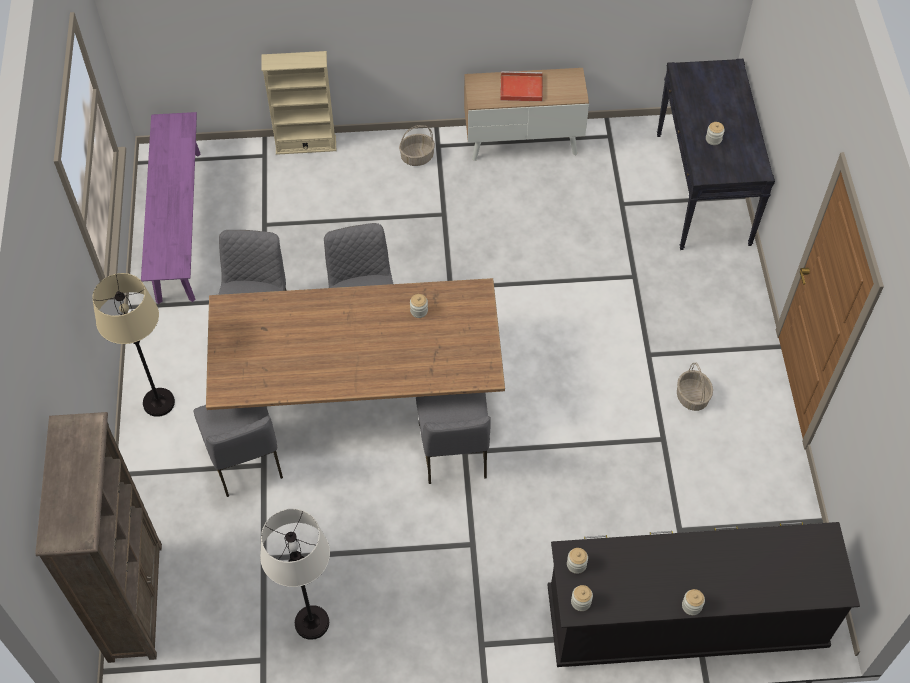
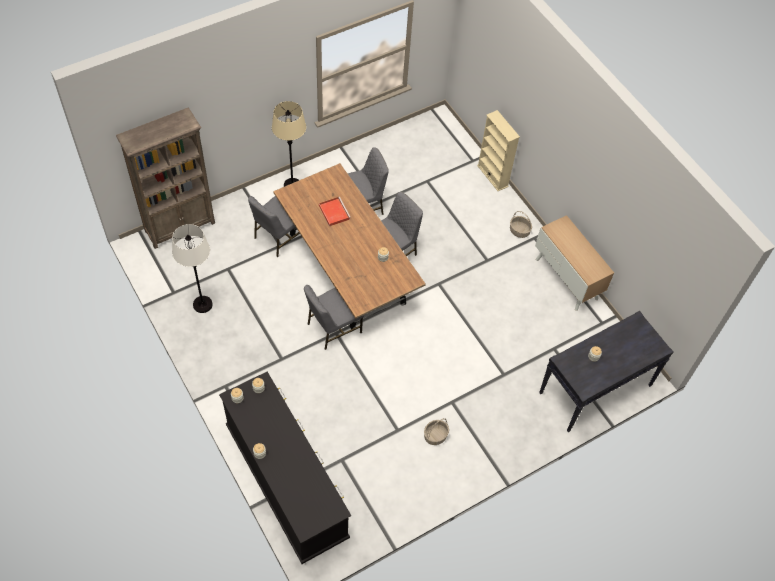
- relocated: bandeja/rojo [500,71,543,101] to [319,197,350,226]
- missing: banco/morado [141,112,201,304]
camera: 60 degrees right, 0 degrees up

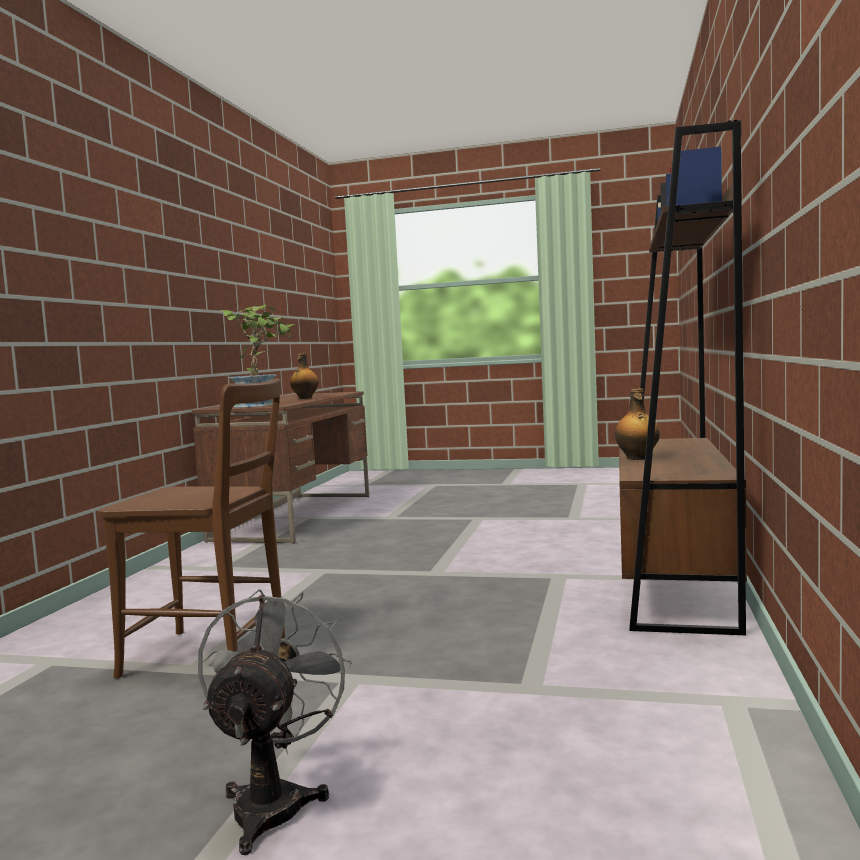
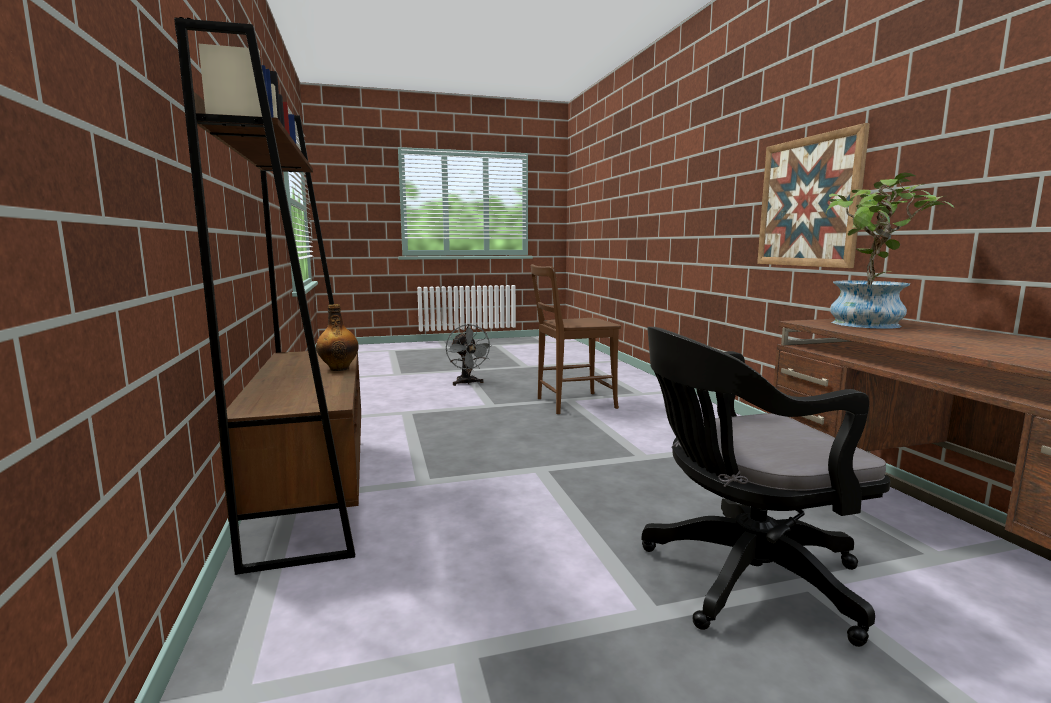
- missing: botella [290,353,319,399]
- appeared: cuadro [757,123,870,268]
- appeared: silla de oficina/negro [642,327,891,647]
camera: 150 degrees right, 5 degrees up

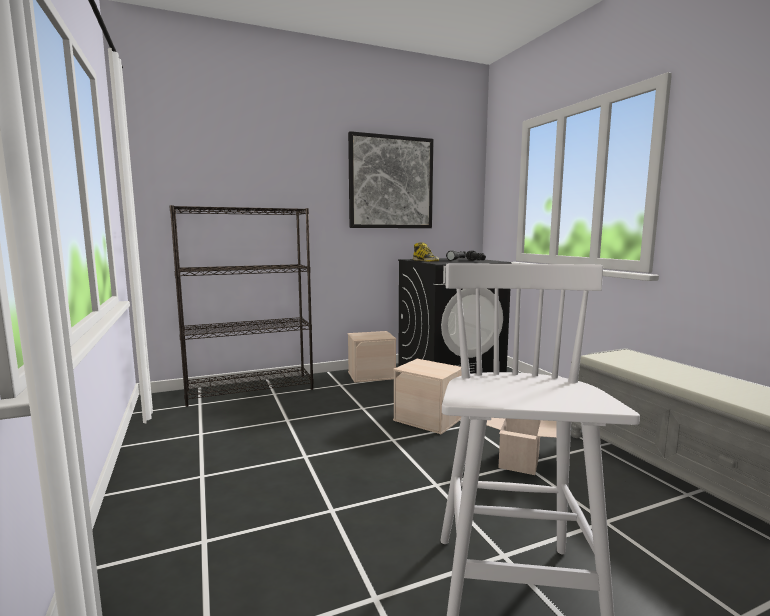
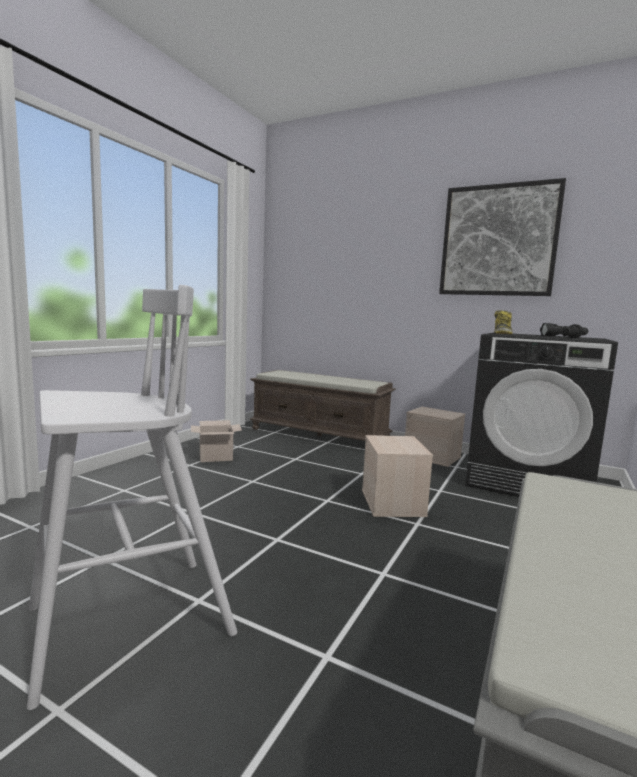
- exchanged: estantería/negro [170,205,314,407] to banco/marrón [250,370,396,441]
- relocated: caja de cartón [486,418,557,475] to [191,420,242,462]
camera: 50 degrees right, 0 degrees up

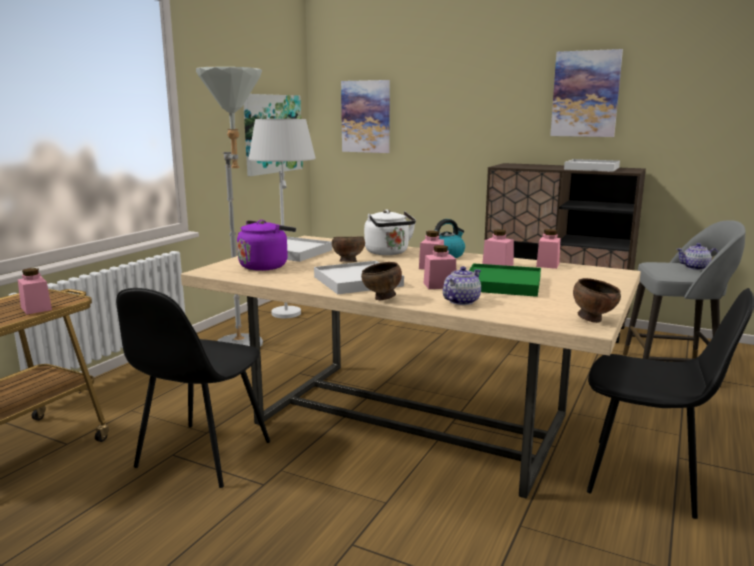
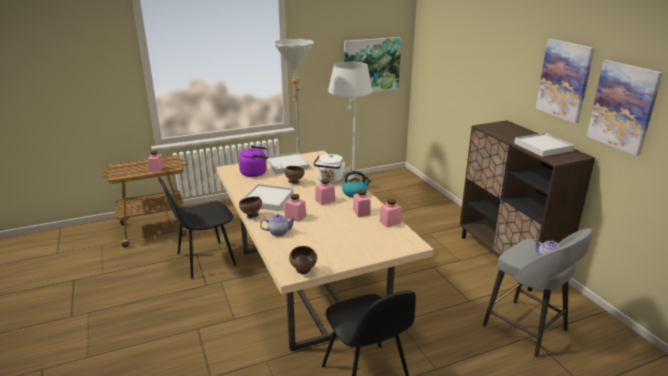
- relocated: cuadro [341,80,390,153] to [587,60,663,156]
- missing: bandeja/verde [469,263,541,297]
camera: 40 degrees right, 10 degrees up

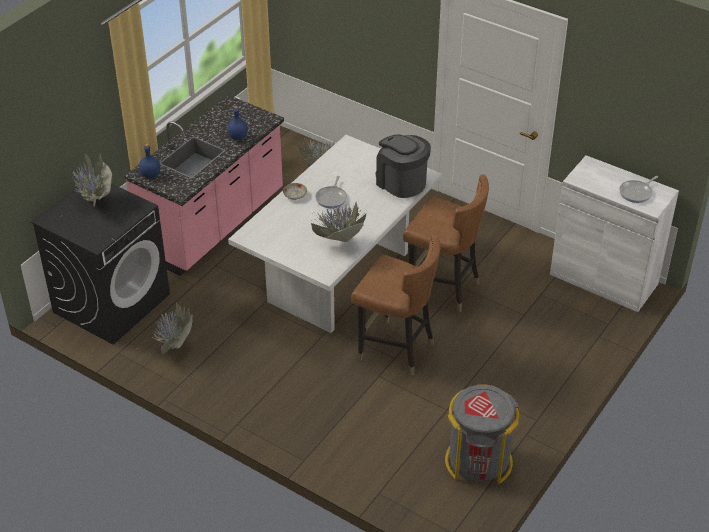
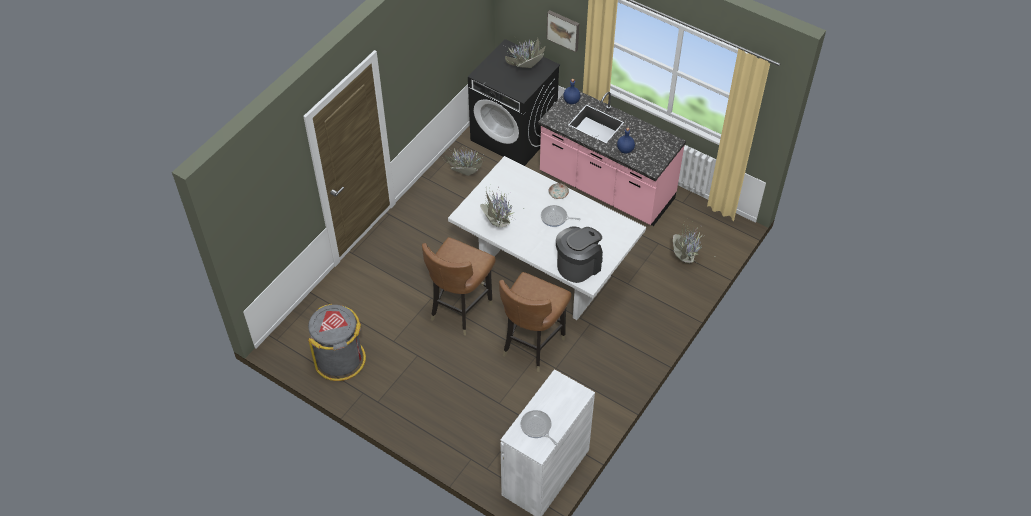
- appeared: cuadro [546,10,579,52]
camera: 90 degrees right, 10 degrees up

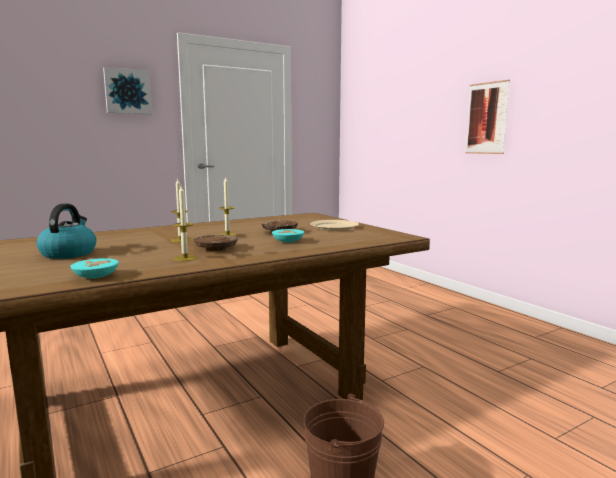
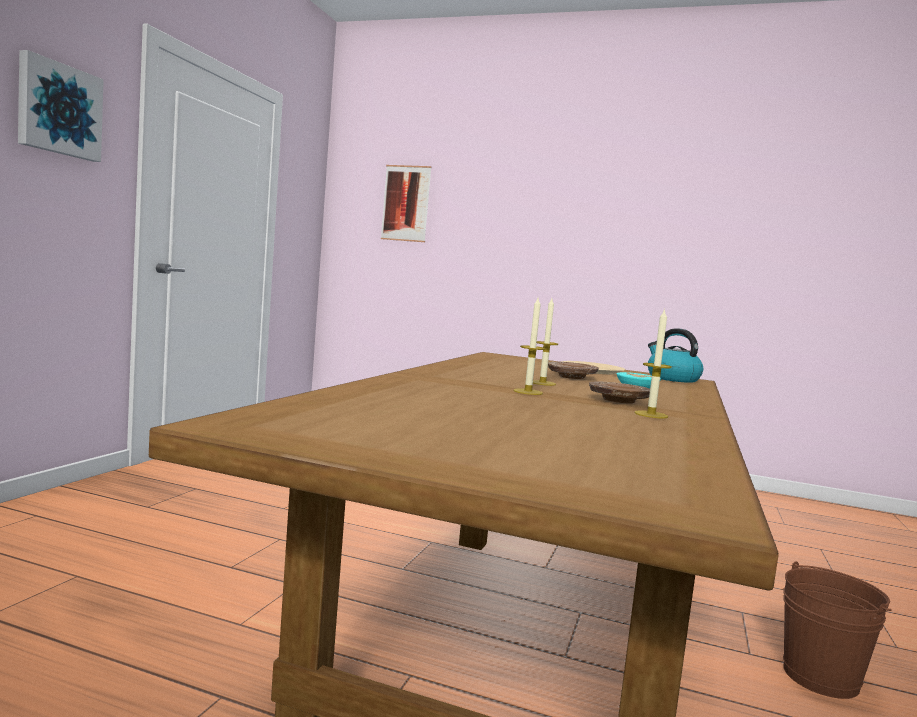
- relocated: cuadro [465,80,510,154] to [381,165,432,242]
- relocated: hervidor [37,204,97,259] to [648,328,703,383]
- missing: cuenco/turquesa [70,258,119,279]
camera: 40 degrees left, 5 degrees down

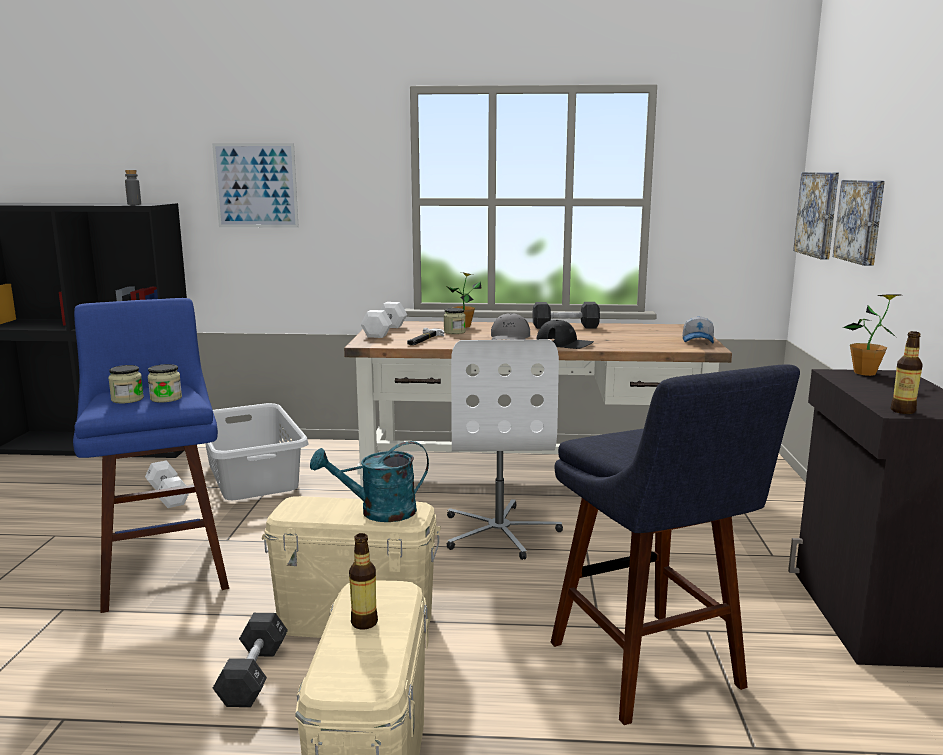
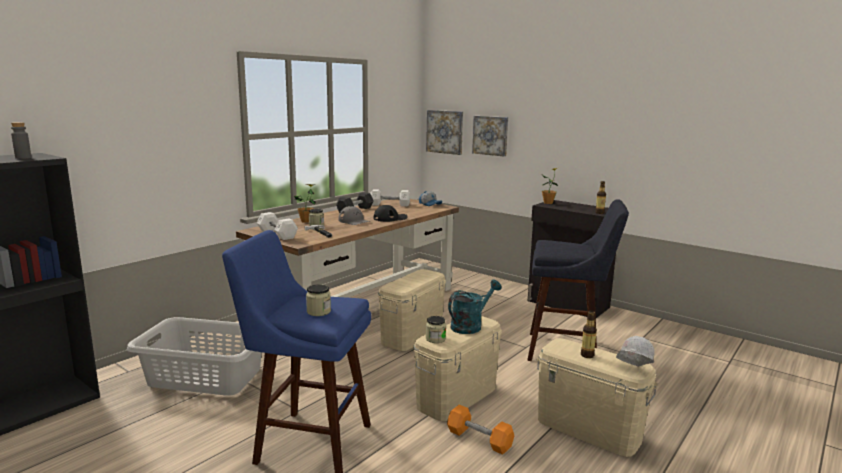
- missing: cuadro [212,143,299,228]
- exchanged: silla de oficina/blanco [447,340,563,560] to caja de almacenaje/beis [378,269,446,351]
- relocated: tarro [148,364,182,403] to [426,316,446,343]
- spun: regadera/turquesa [310,441,429,522] = [448,280,501,334] 150 degrees counterclockwise
- relocated: mancuerna/blanco [145,460,189,508] to [370,189,410,206]
- colour: mancuerna/negro [213,613,288,707] to mancuerna/naranja [447,405,514,455]
- appeared: casco/blanco [616,336,655,367]
camera: 55 degrees left, 0 degrees up

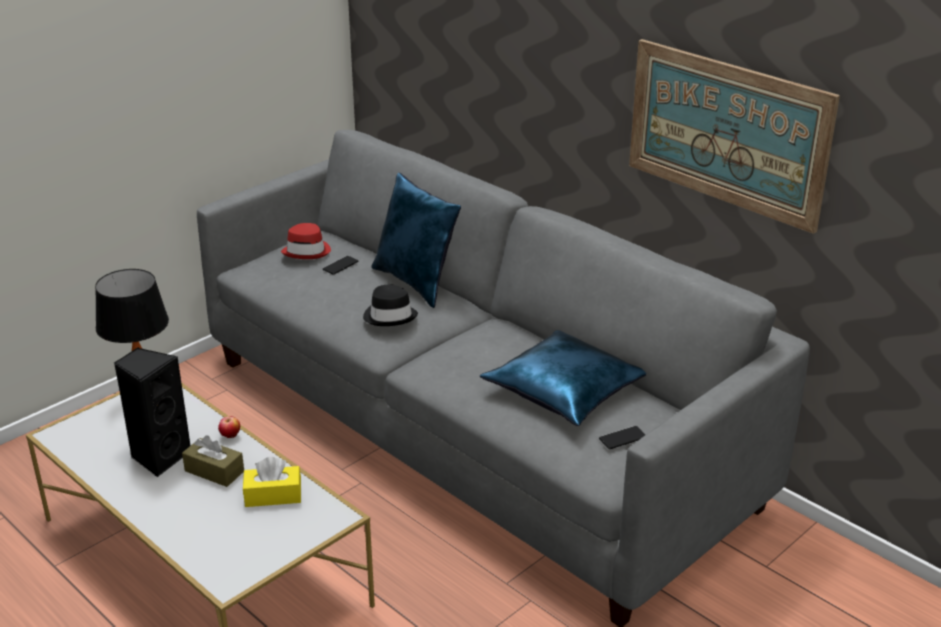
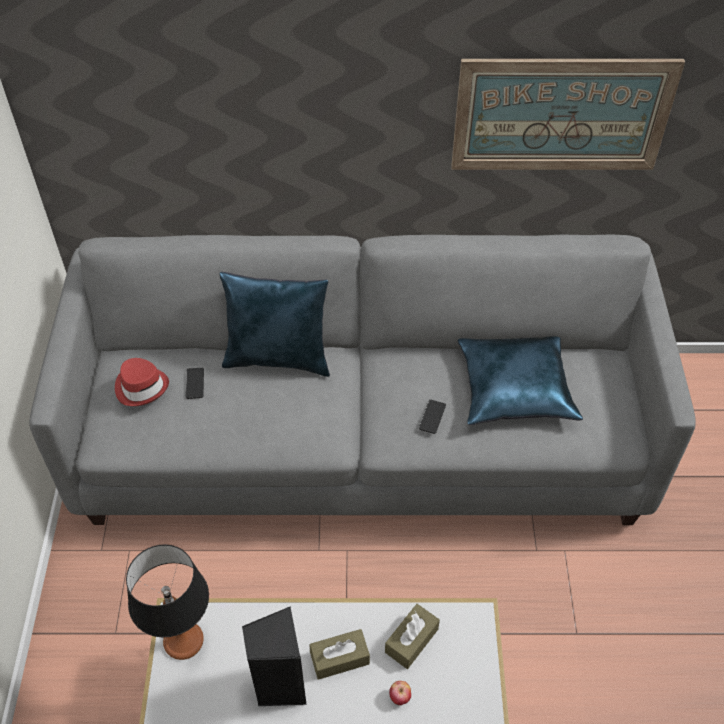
- missing: sombrero/negro [363,284,418,326]
- relocated: manzana [218,416,240,438] to [389,681,411,705]
- relocated: móvil [599,426,645,449] to [419,400,446,434]
- colour: caja de pañuelos/amarillo [243,457,301,507] to caja de pañuelos/marrón [385,604,440,669]
camera: 45 degrees left, 20 degrees up

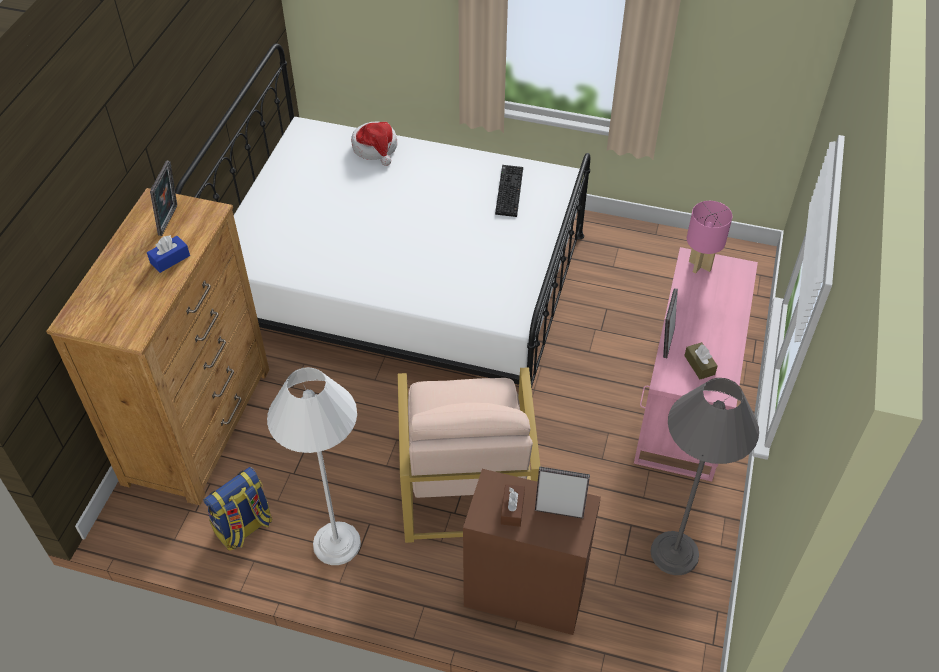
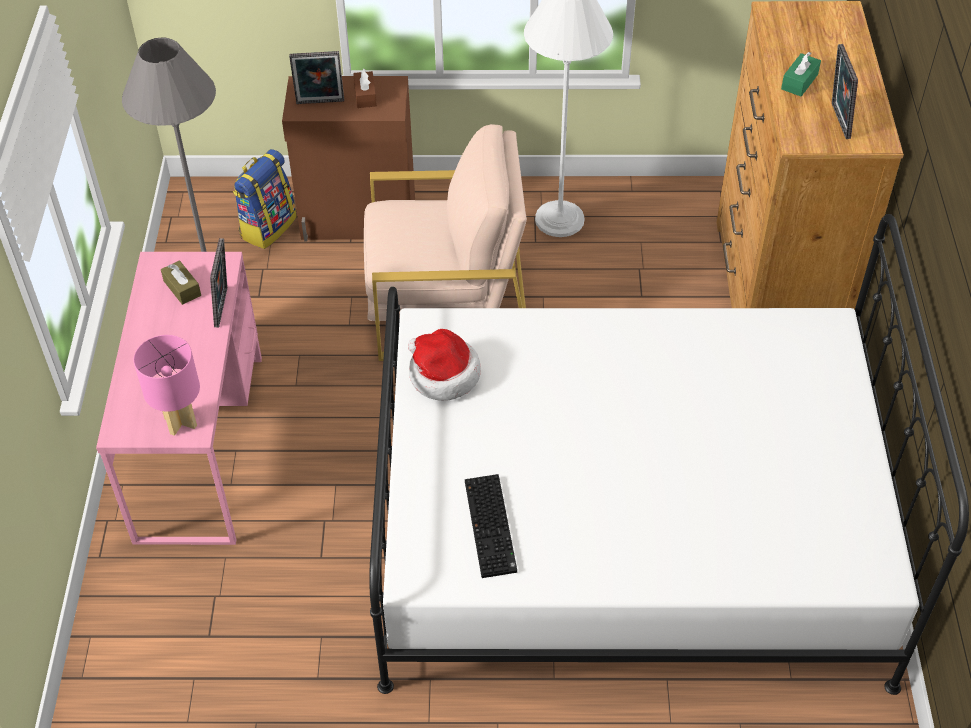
- relocated: sombrero [351,122,397,166] to [408,329,481,401]
- colour: caja de pañuelos/azul [147,235,190,273] to caja de pañuelos/verde [781,52,821,96]
- spun: sillón/beis [398,367,540,543] = [364,124,527,361] 105 degrees clockwise
- relocated: mochila [203,467,273,551] to [233,149,297,249]
camera: 165 degrees right, 0 degrees up

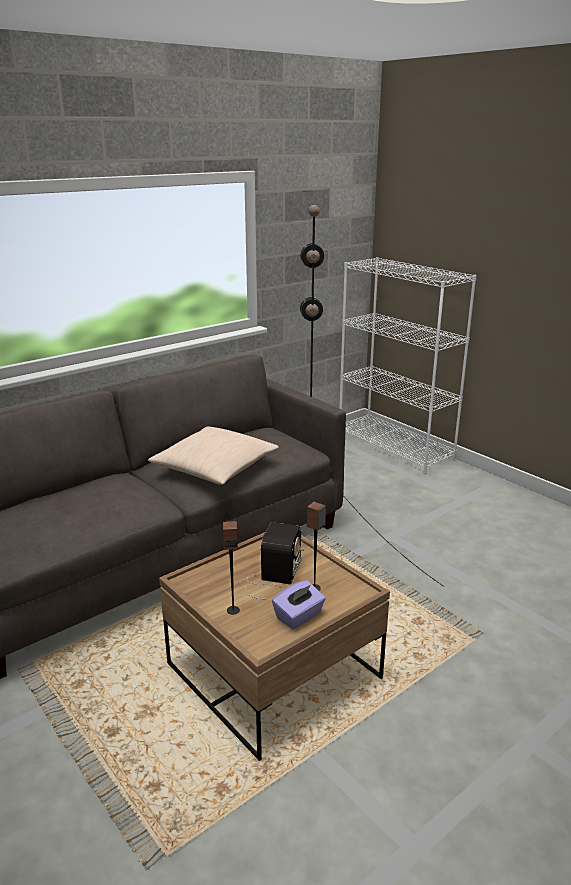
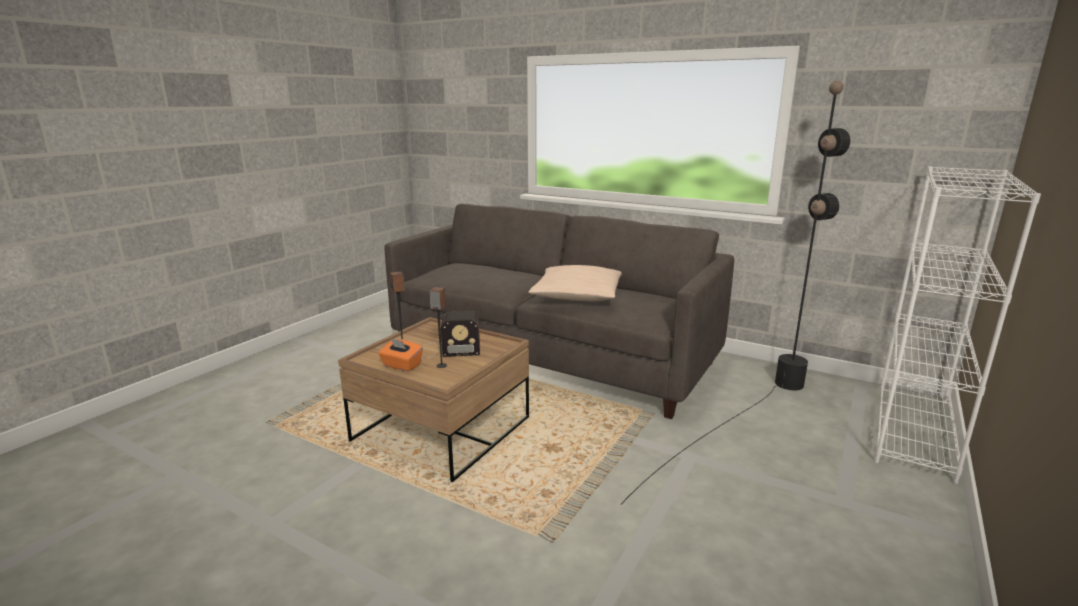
- colour: caja de pañuelos/morado [272,580,326,629] to caja de pañuelos/naranja [378,338,423,372]
camera: 70 degrees right, 5 degrees down

